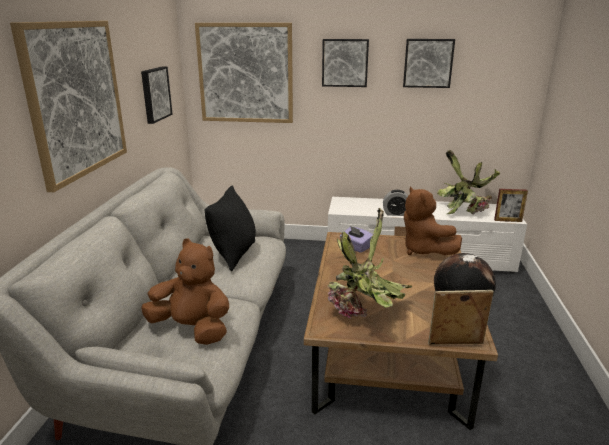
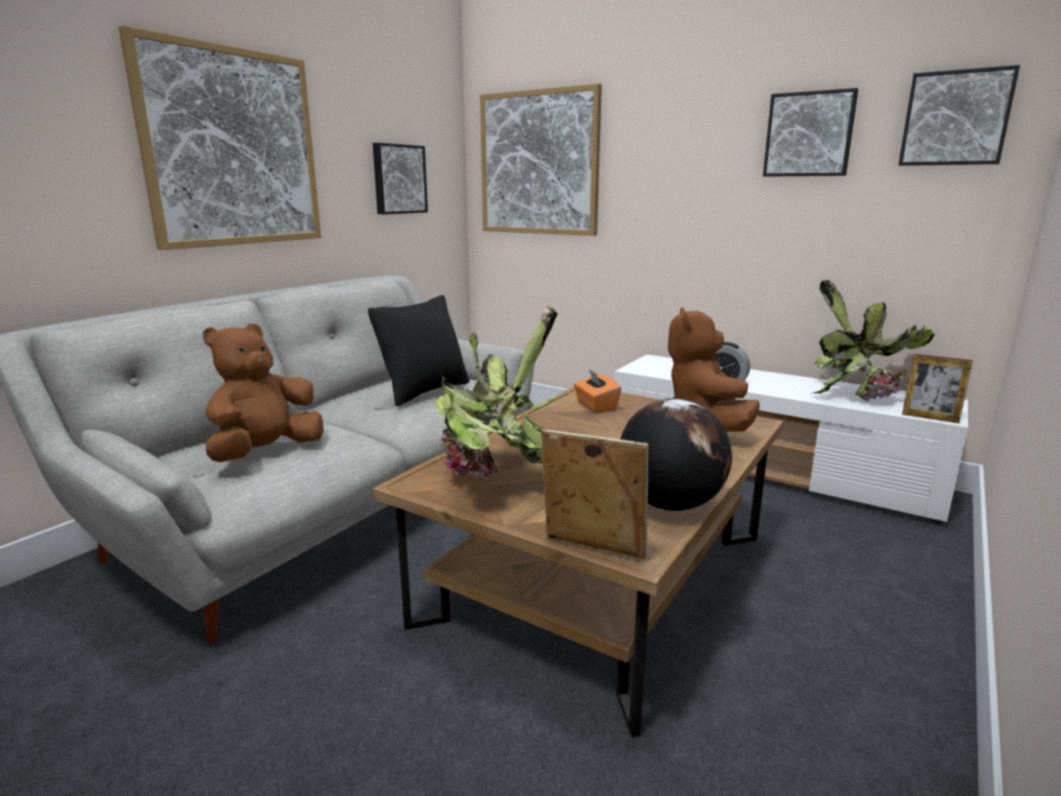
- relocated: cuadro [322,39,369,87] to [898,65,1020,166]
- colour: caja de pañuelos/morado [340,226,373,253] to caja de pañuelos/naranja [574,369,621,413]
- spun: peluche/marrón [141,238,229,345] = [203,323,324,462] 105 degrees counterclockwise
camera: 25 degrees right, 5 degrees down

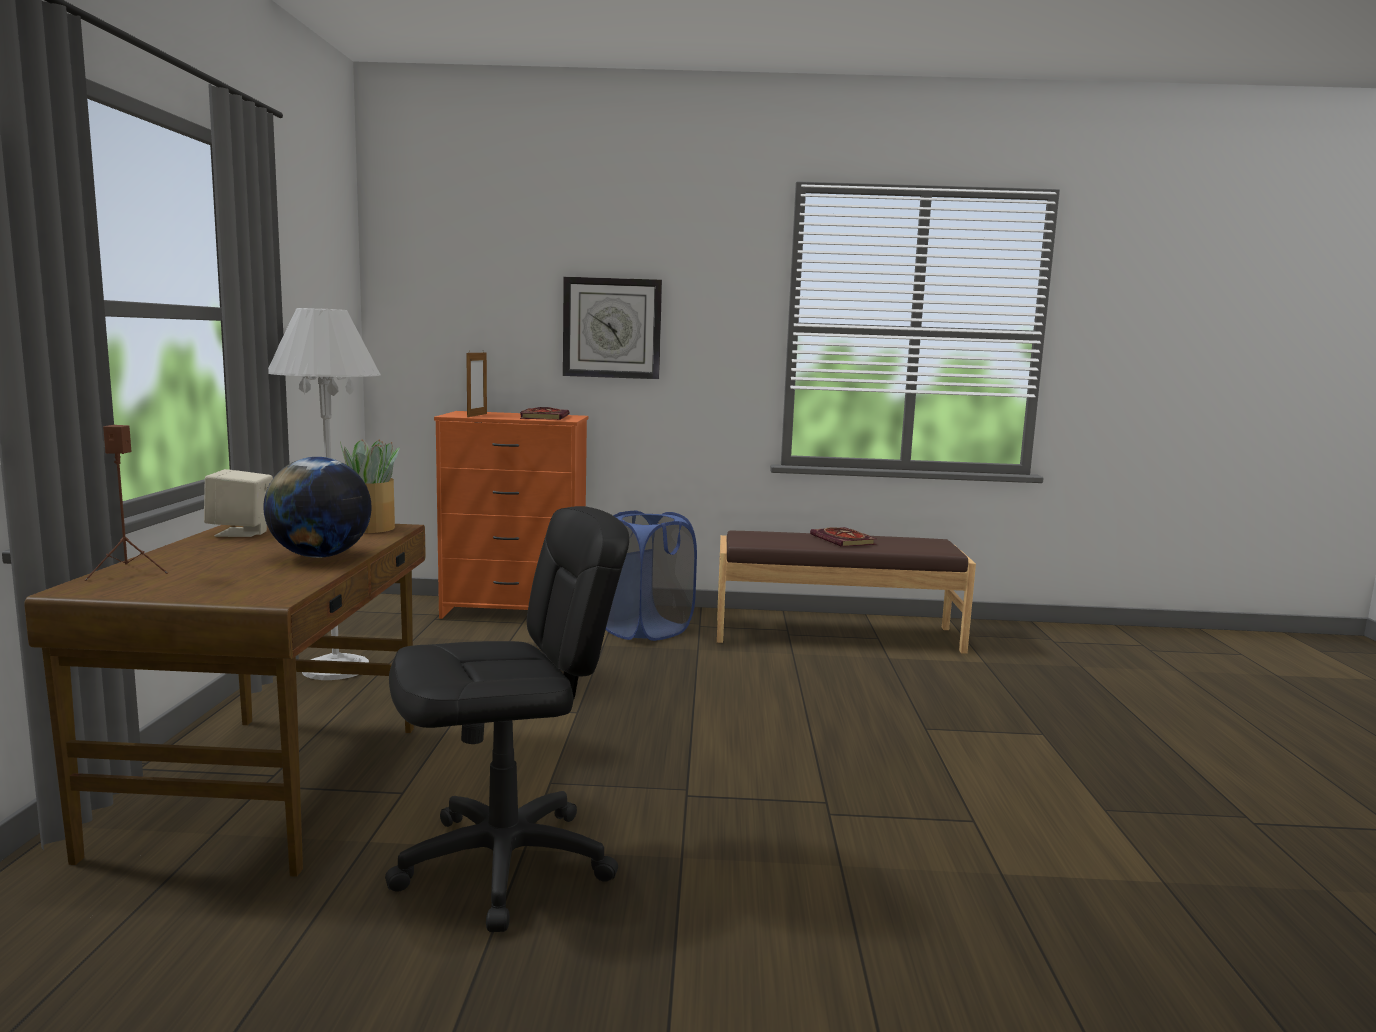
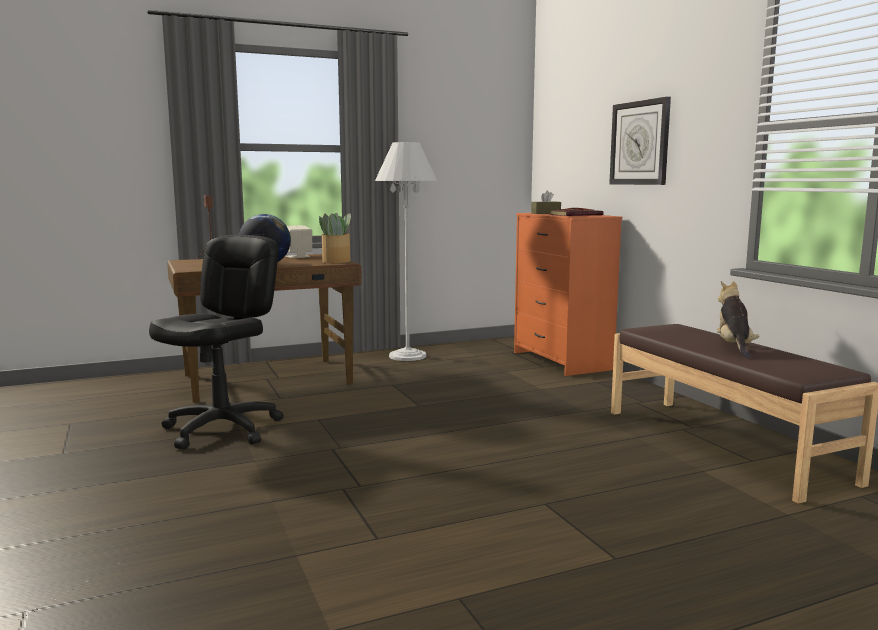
- exchanged: portarretratos [466,351,487,417] to caja de pañuelos/marrón [531,191,561,214]
- spun: silla de oficina/negro [385,506,629,932] = [149,235,284,449] 105 degrees counterclockwise
- missing: cesto de la ropa/azul [606,510,697,641]
- exchanged: libro [810,527,876,547] to peluche [717,281,760,358]
camera: 65 degrees right, 0 degrees up

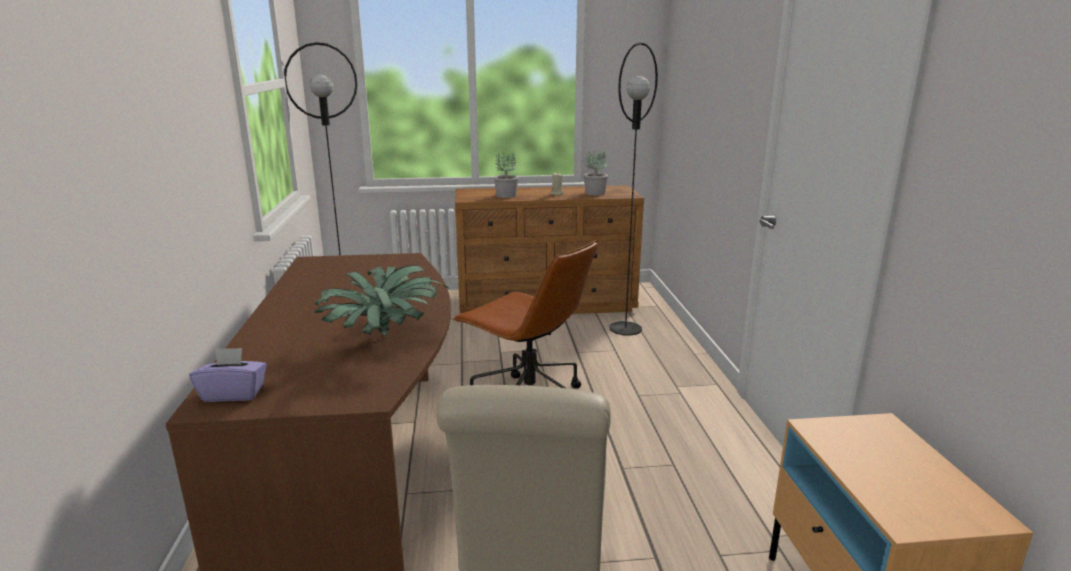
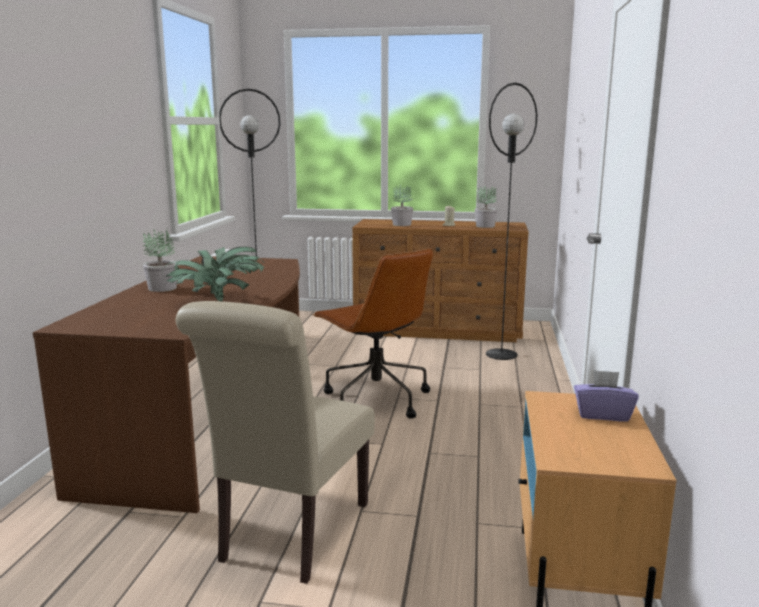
- relocated: caja de pañuelos/morado [189,348,267,402] to [574,370,639,421]
- appeared: planta en maceta [143,228,178,292]
camera: 15 degrees right, 5 degrees down

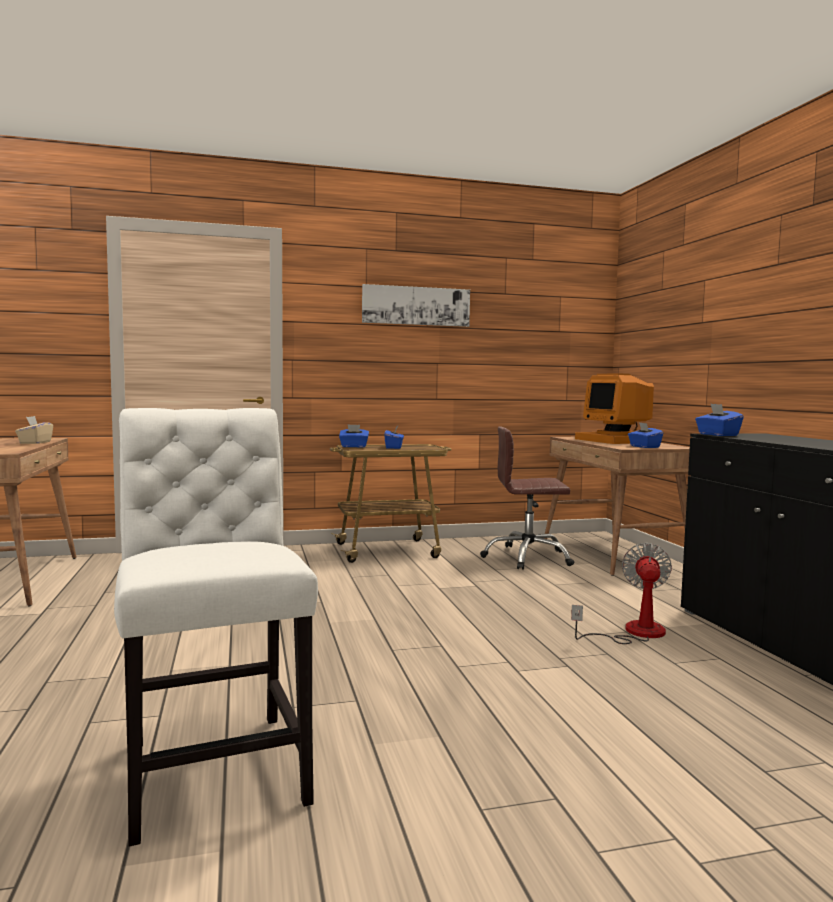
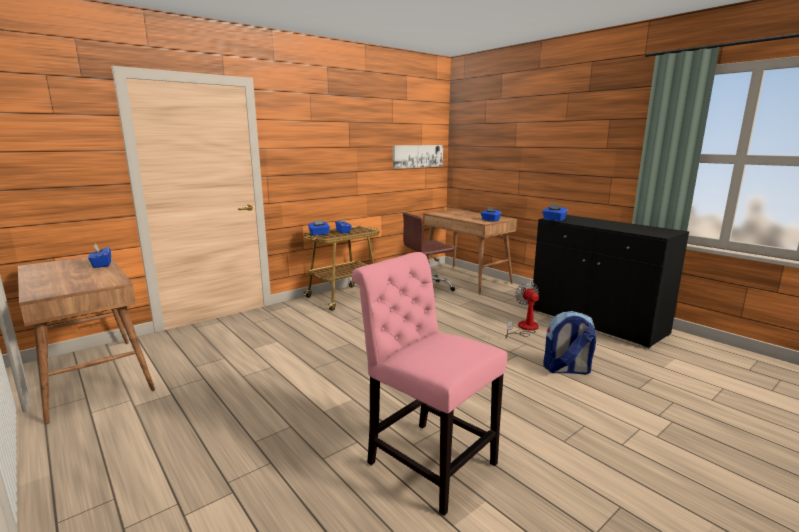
- relocated: cuadro [362,284,470,327] to [393,145,443,169]
- missing: monitor [575,374,654,444]
- colour: silla/blanco [114,408,318,847] to silla/rosa [352,252,508,516]
- colour: caja de pañuelos/beis [15,416,53,444] to caja de pañuelos/azul [88,244,111,268]
- appeared: mochila [544,311,596,375]
camera: 25 degrees left, 10 degrees up

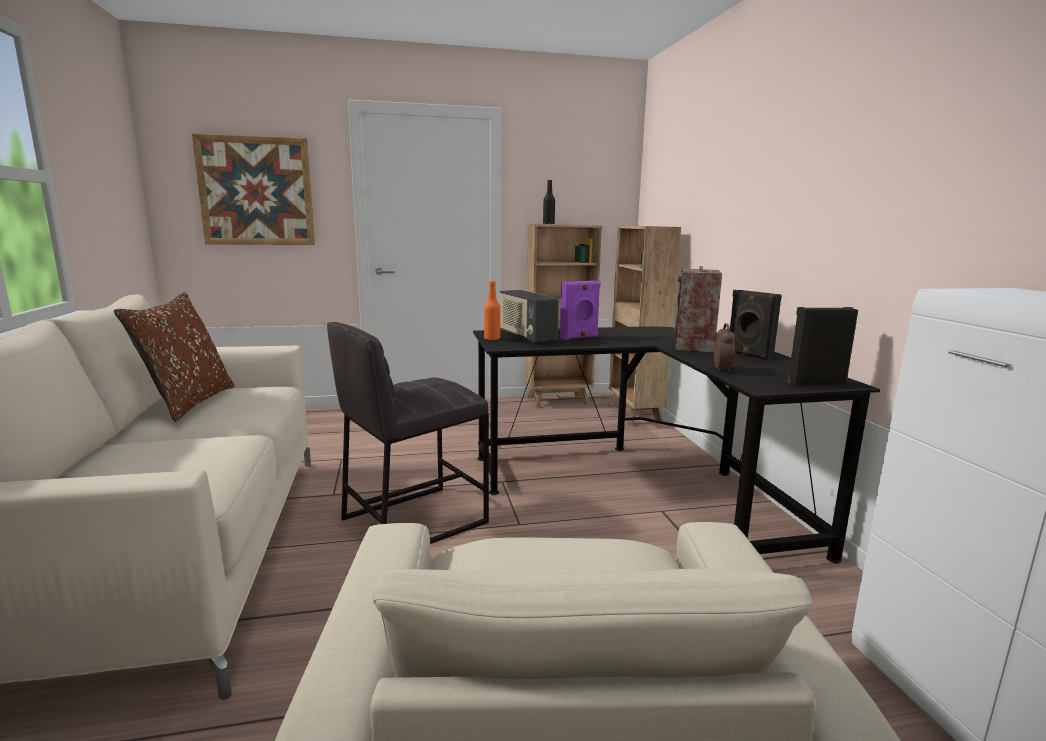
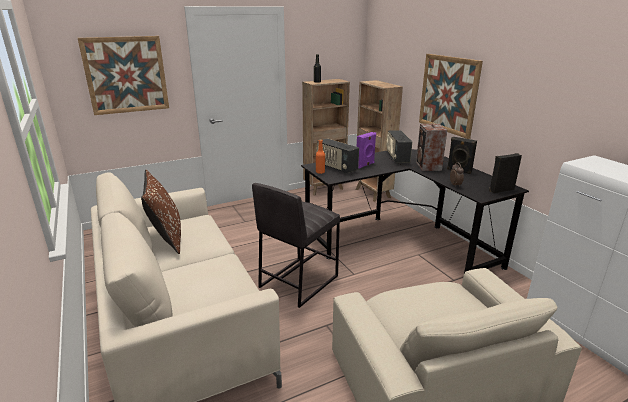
- appeared: cuadro [419,54,483,139]
- appeared: radio [386,130,412,163]
camera: 15 degrees left, 10 degrees up

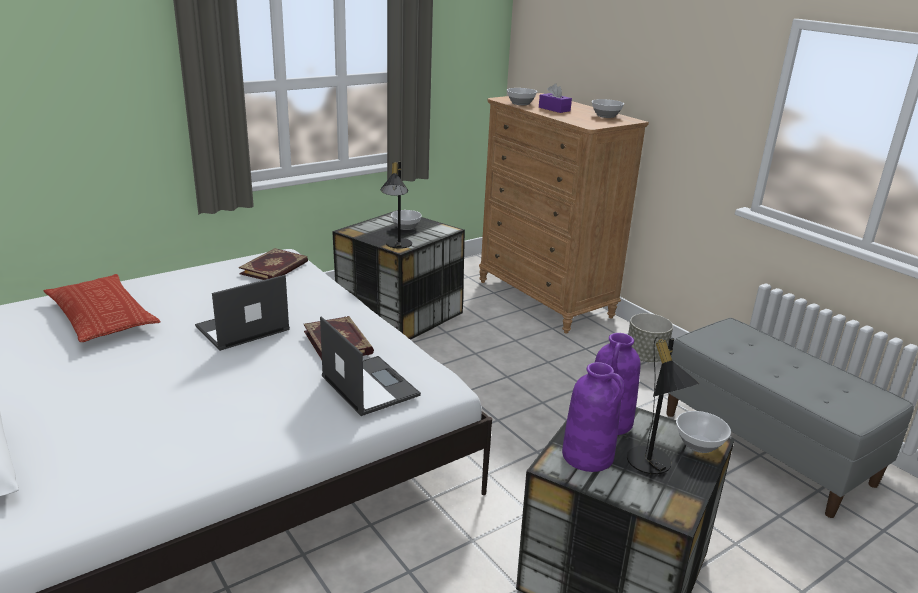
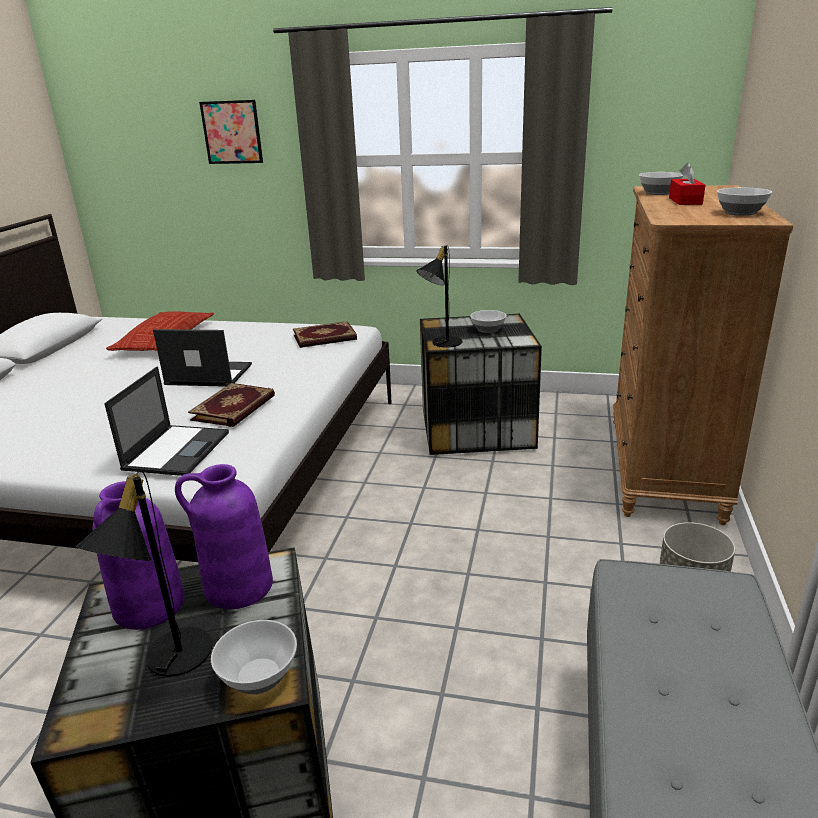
- colour: caja de pañuelos/morado [539,84,572,113] to caja de pañuelos/rojo [669,163,705,205]
- appeared: cuadro [199,100,263,164]
camera: 50 degrees right, 0 degrees up

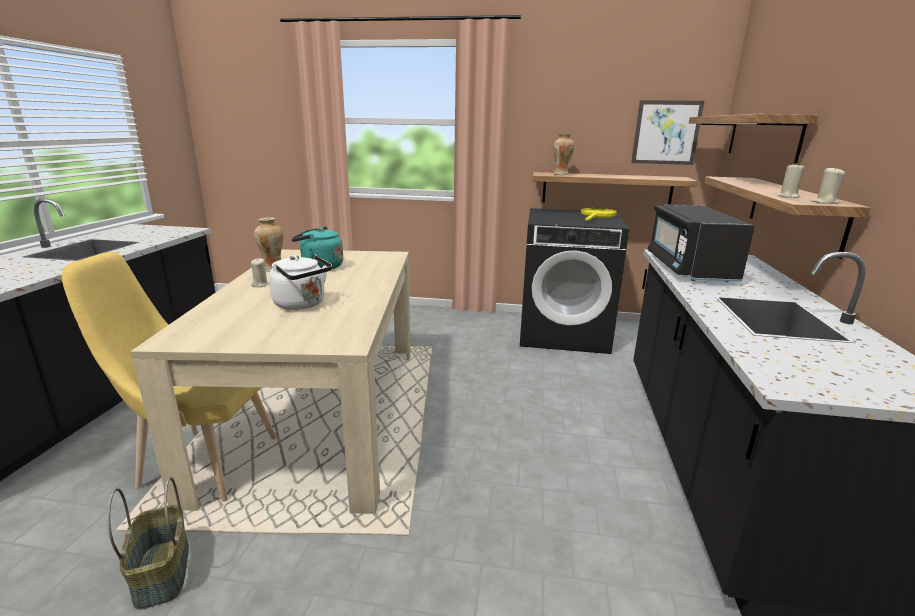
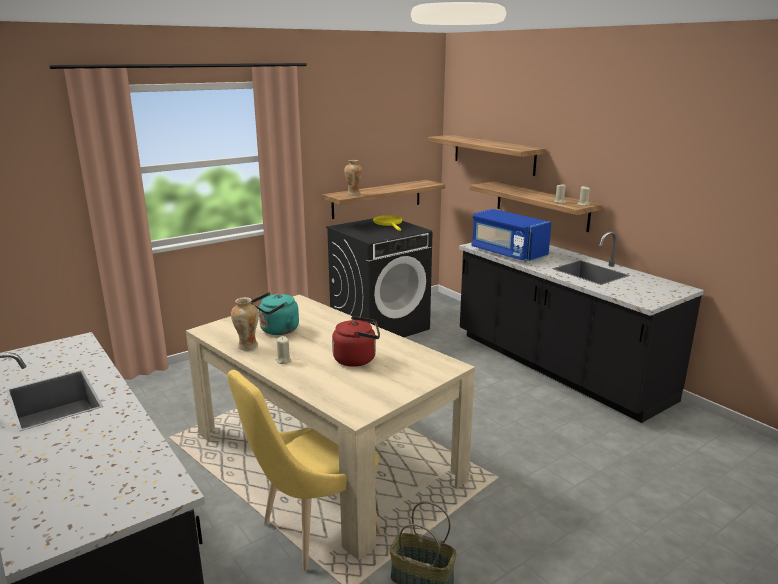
- missing: cuadro [631,100,704,165]
- colour: microondas/negro [648,204,755,282] to microondas/azul [471,209,552,262]
- colour: hervidor/blanco [269,255,332,310] to hervidor/rojo [332,316,380,367]
camera: 45 degrees left, 0 degrees up

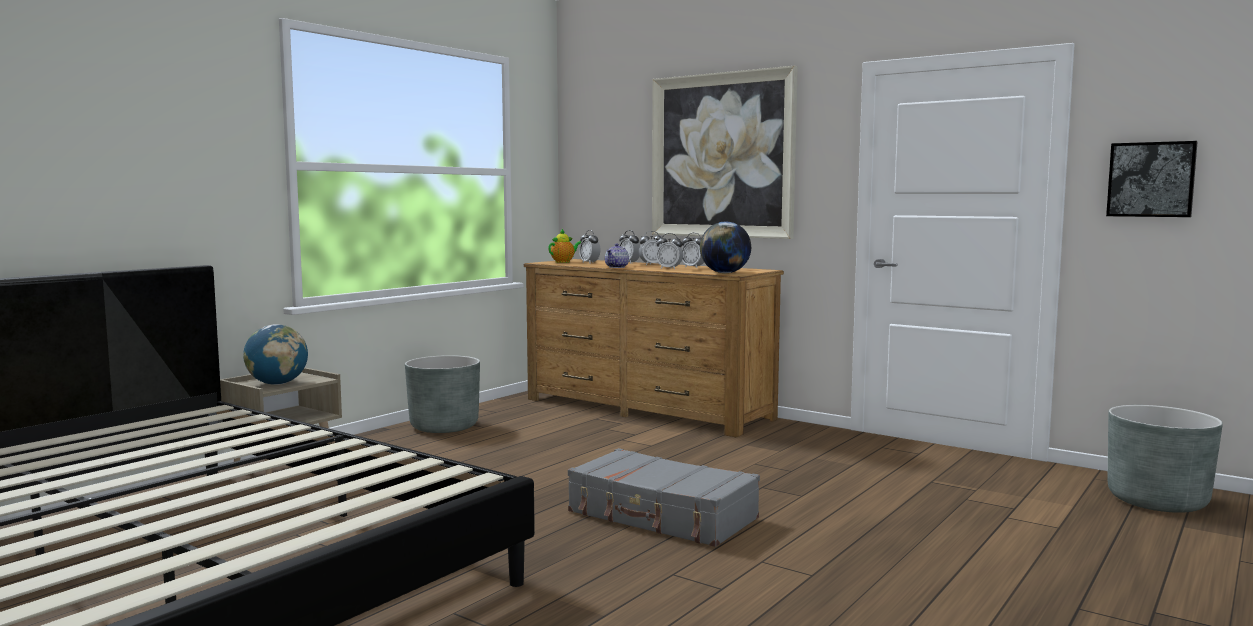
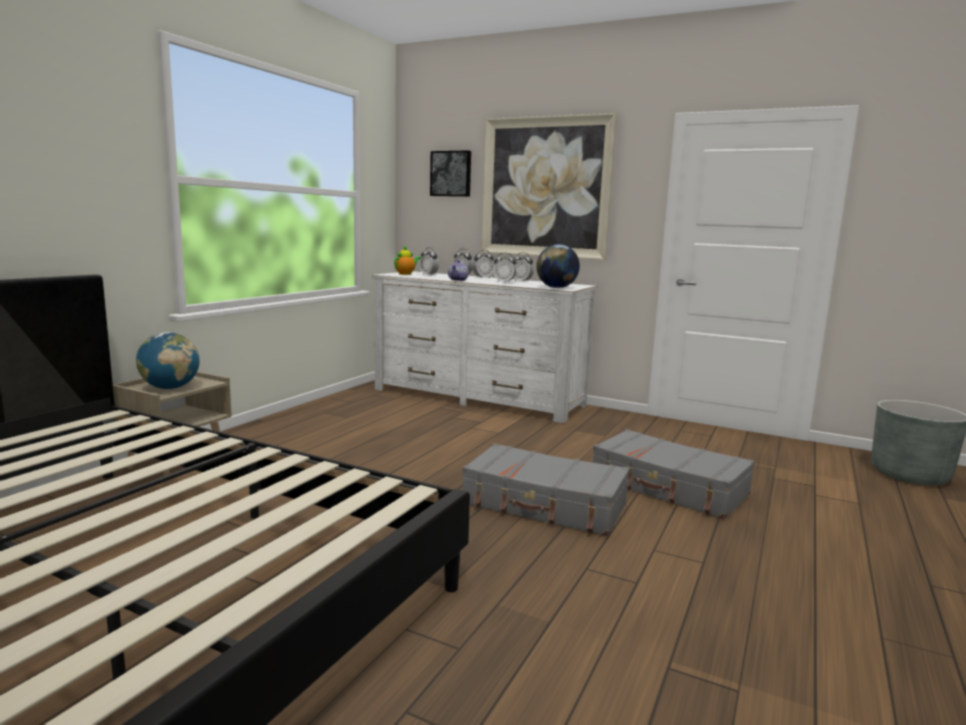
- relocated: cuadro [1106,141,1198,217] to [430,150,471,197]
- colour: cómoda/marrón [524,259,784,438] to cómoda/blanco [372,271,597,424]
- missing: maceta/gris [405,355,480,433]
- appeared: maleta/gris [593,429,754,519]
camera: 10 degrees left, 5 degrees up

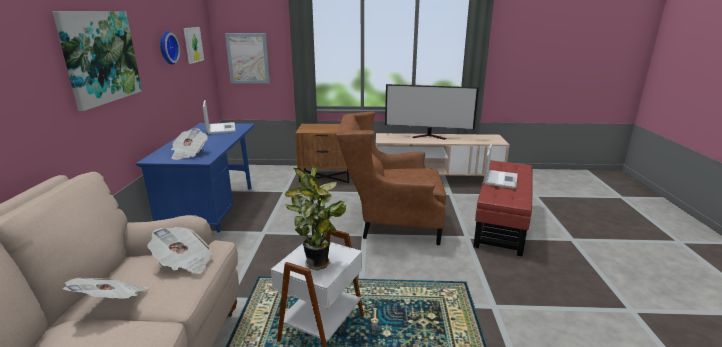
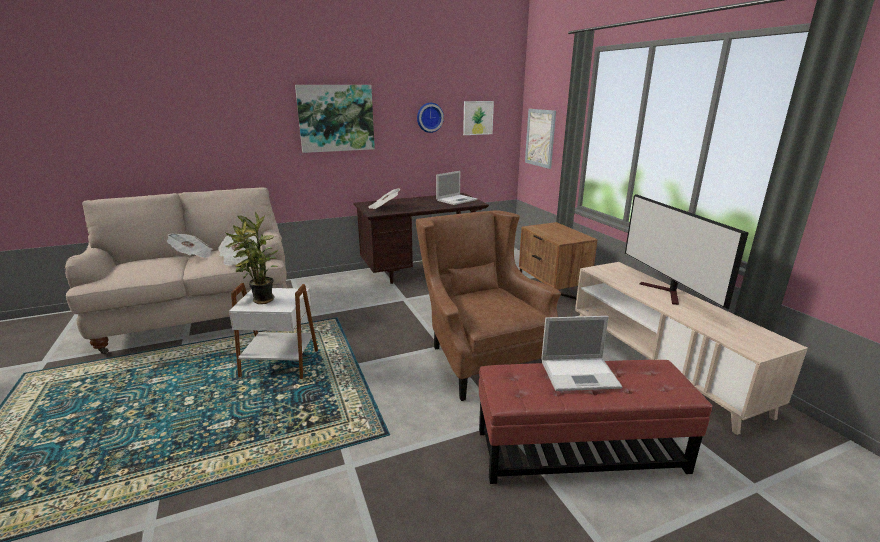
- colour: escritorio/azul [136,123,255,233] to escritorio/marrón [353,193,489,284]
camera: 65 degrees right, 0 degrees up

